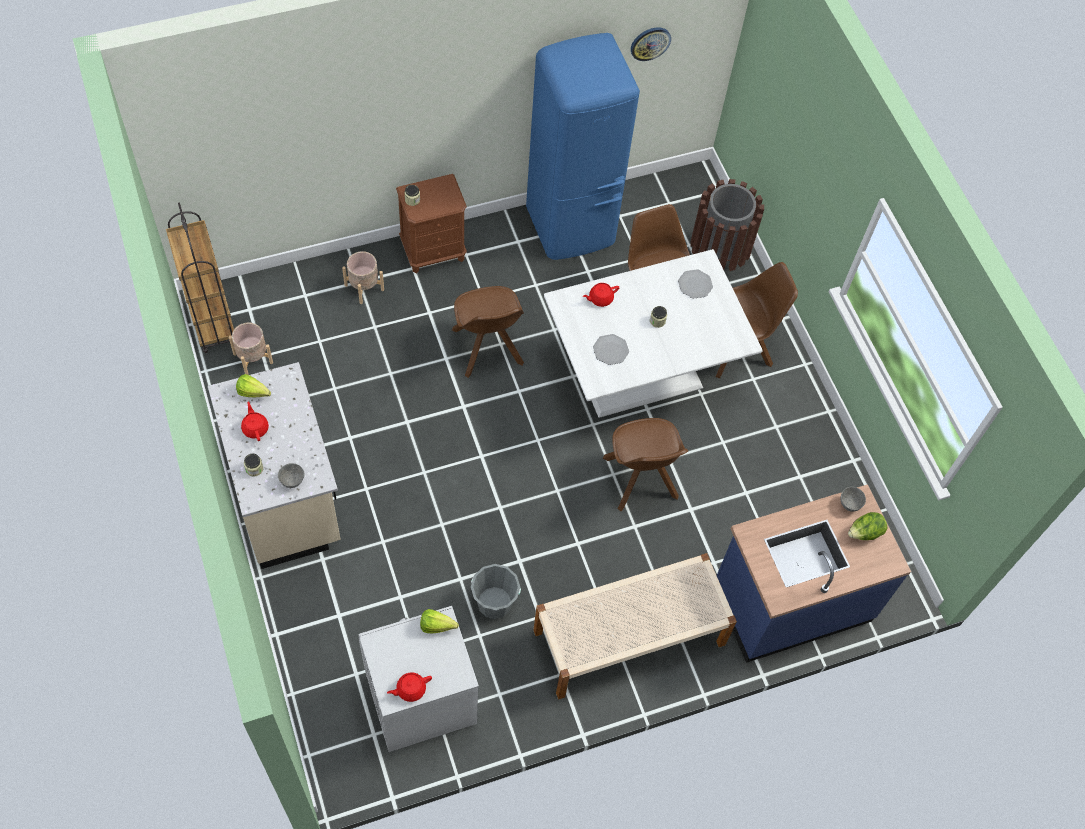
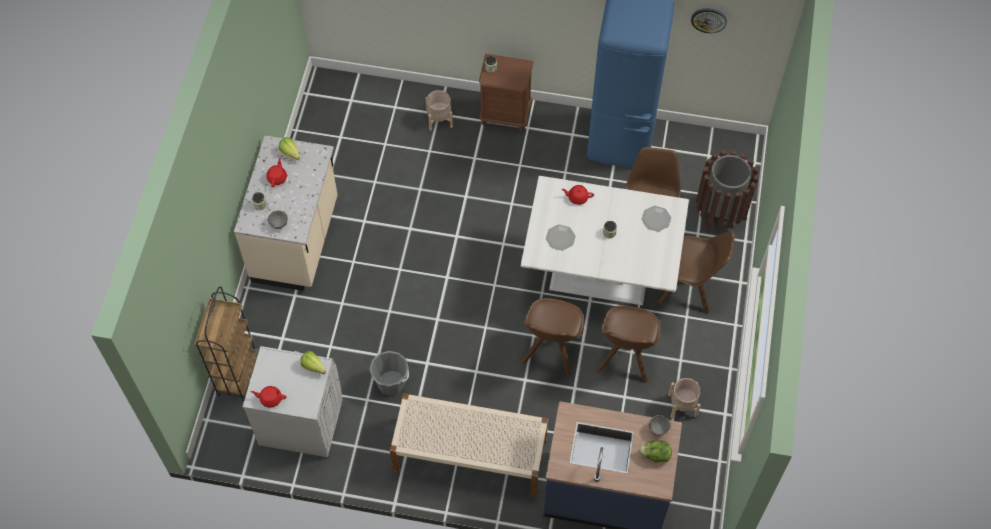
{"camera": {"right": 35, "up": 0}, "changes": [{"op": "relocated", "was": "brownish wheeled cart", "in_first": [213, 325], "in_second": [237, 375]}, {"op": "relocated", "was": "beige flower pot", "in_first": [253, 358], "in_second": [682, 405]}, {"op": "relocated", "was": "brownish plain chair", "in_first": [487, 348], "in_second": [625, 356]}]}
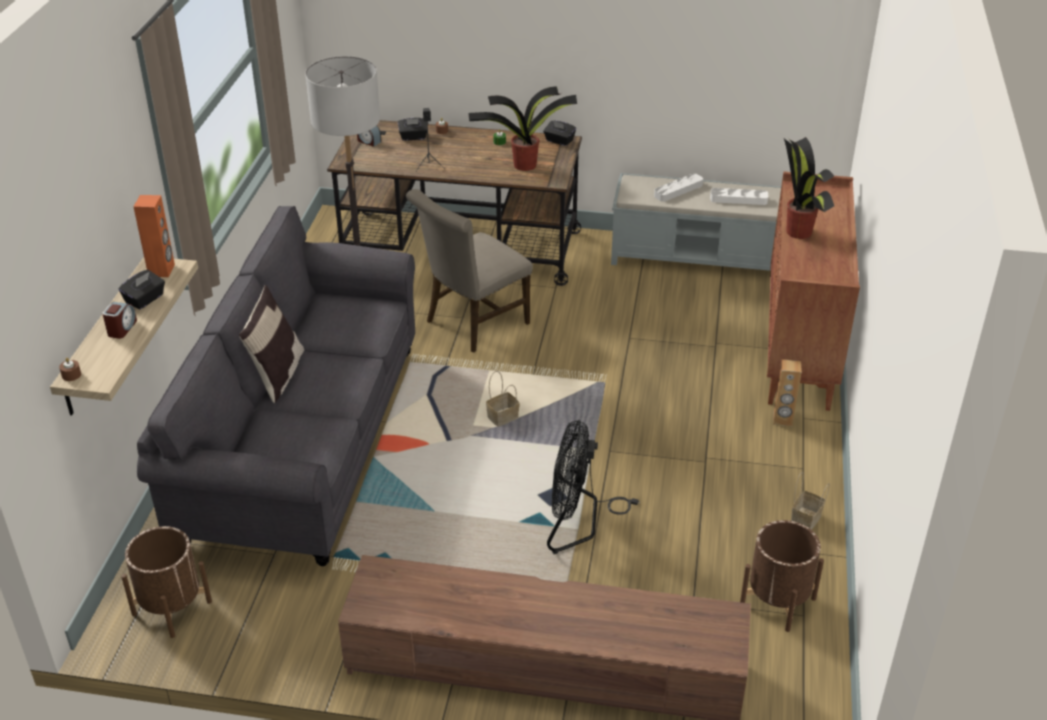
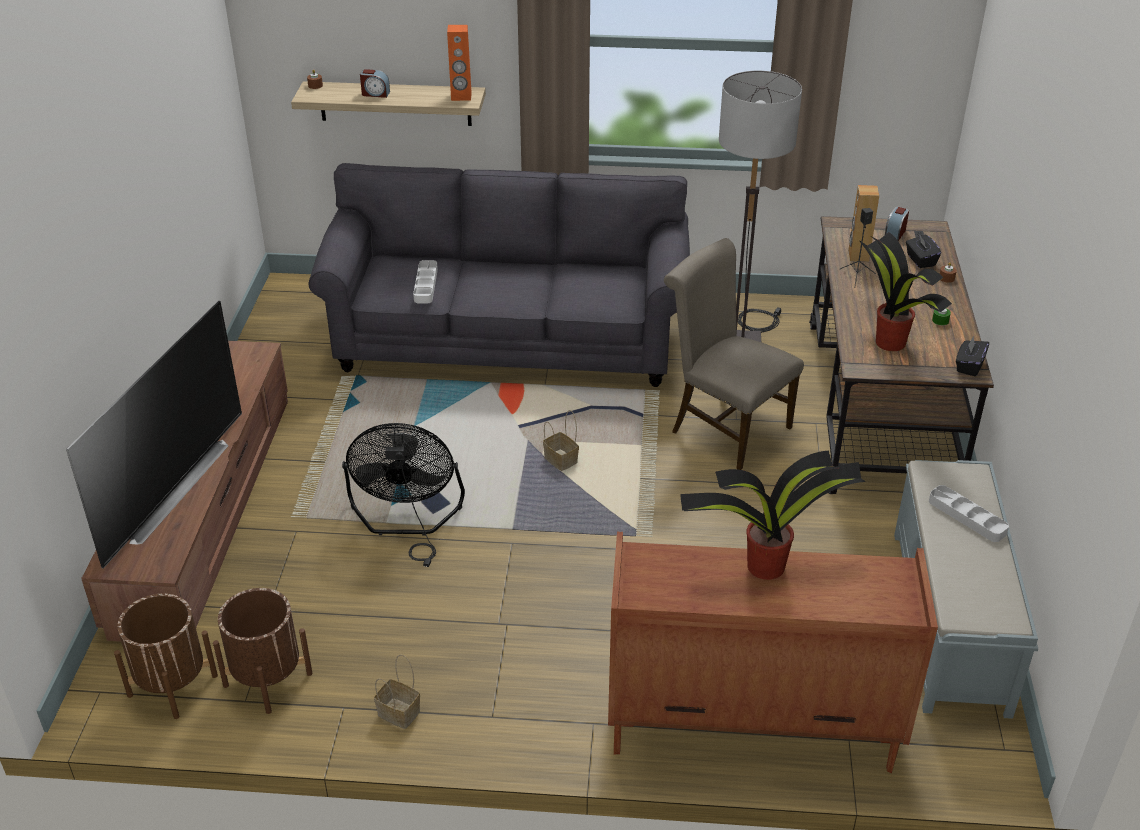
{"camera": {"right": 85, "up": 0}, "changes": [{"op": "missing", "was": "blackish box of tissues", "in_first": [145, 299]}, {"op": "relocated", "was": "brownish flower pot", "in_first": [172, 608], "in_second": [173, 685]}, {"op": "missing", "was": "pillow", "in_first": [277, 375]}, {"op": "relocated", "was": "whitish carrying tray", "in_first": [738, 199], "in_second": [426, 285]}, {"op": "relocated", "was": "brownish audio speaker", "in_first": [782, 420], "in_second": [858, 255]}, {"op": "appeared", "now": "TV", "in_second": [168, 487]}]}
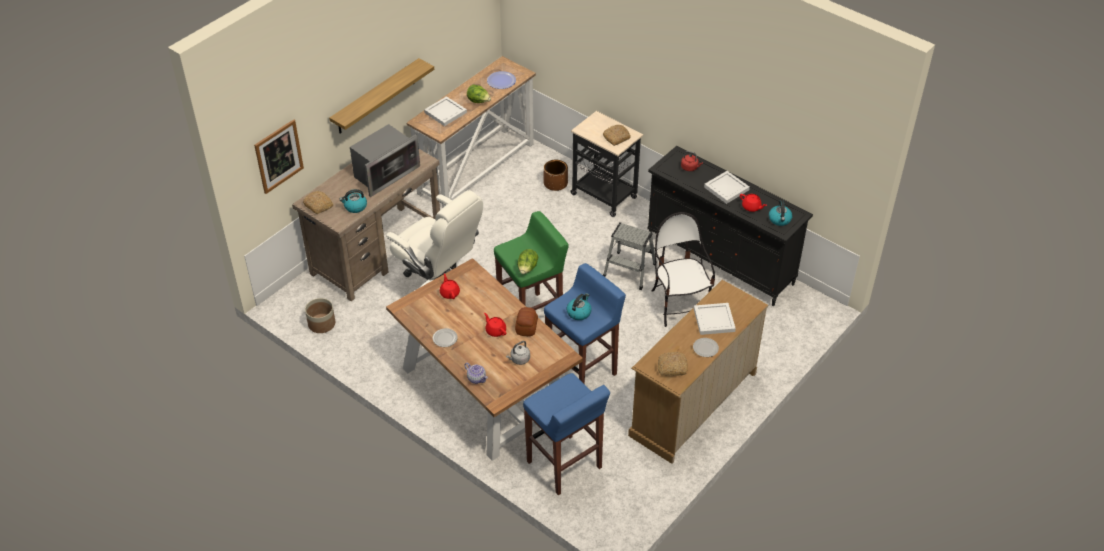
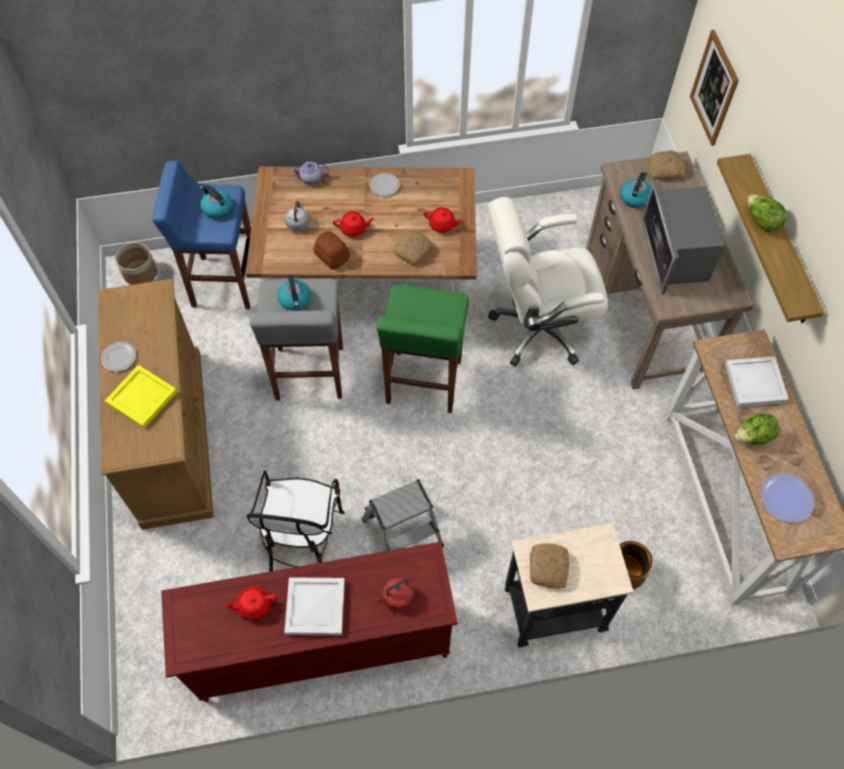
{"camera": {"right": 130, "up": 15}, "changes": [{"op": "relocated", "was": "flower pot", "in_first": [322, 324], "in_second": [140, 273]}, {"op": "relocated", "was": "lettuce head", "in_first": [527, 269], "in_second": [761, 221]}, {"op": "colour", "was": "blue stool seat", "now": "gray stool seat", "in_first": [582, 371], "in_second": [309, 374]}, {"op": "colour", "was": "blackish drawer chest", "now": "reddish drawer chest", "in_first": [720, 260], "in_second": [323, 650]}, {"op": "spun", "was": "plain chair", "in_first": [679, 304], "in_second": [303, 539], "clockwise": 75}, {"op": "relocated", "was": "bread", "in_first": [672, 367], "in_second": [413, 250]}, {"op": "colour", "was": "whitish carrying tray", "now": "yellowish carrying tray", "in_first": [714, 320], "in_second": [140, 398]}, {"op": "relocated", "was": "tea kettle", "in_first": [780, 220], "in_second": [216, 208]}]}
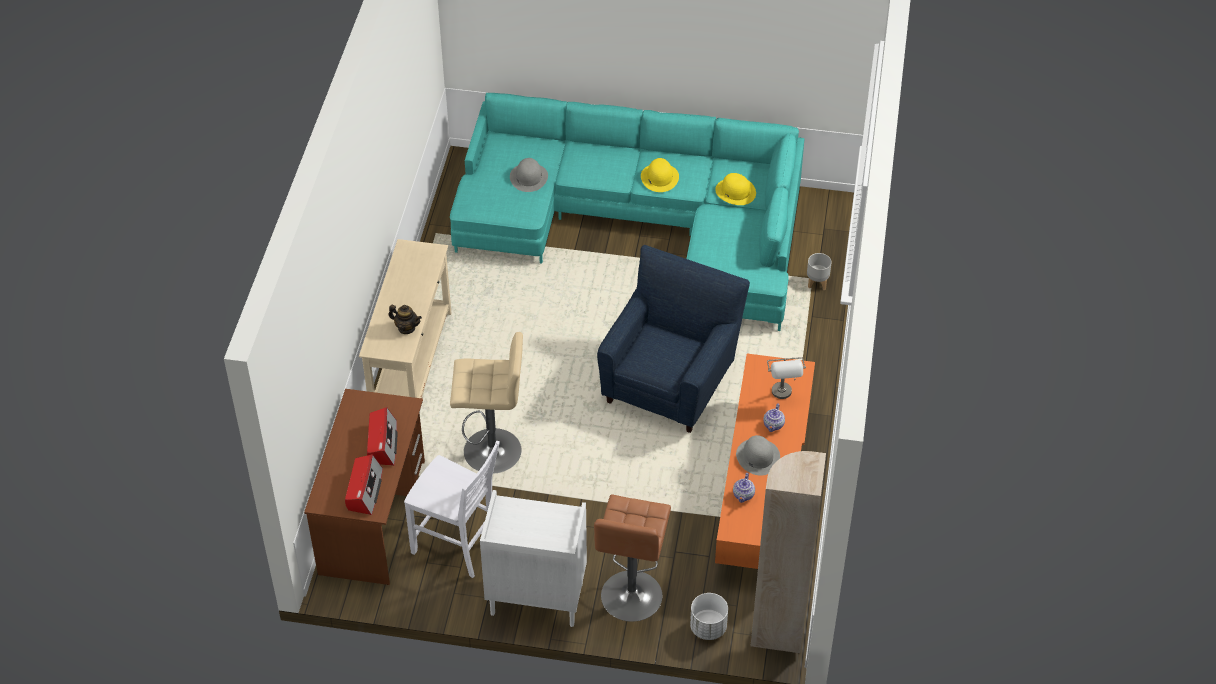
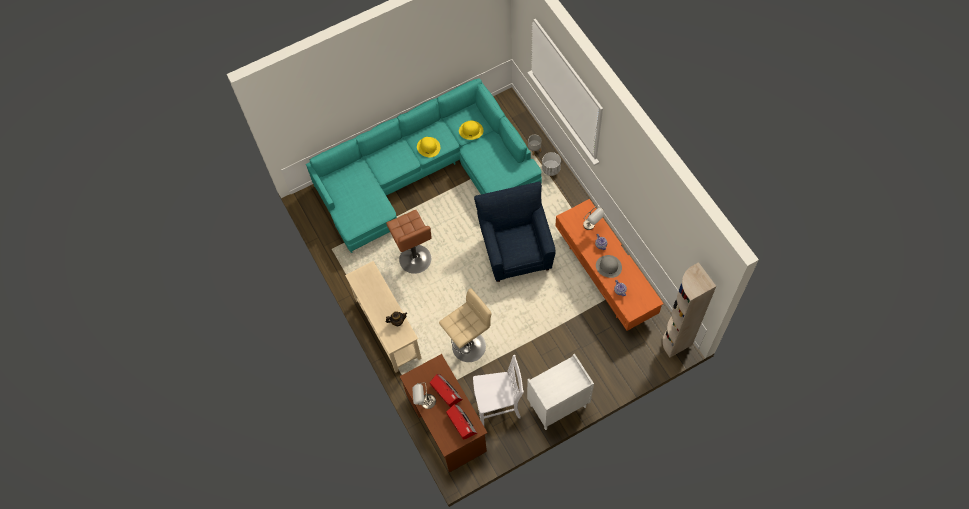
{"camera": {"right": -35, "up": 15}, "changes": [{"op": "missing", "was": "gray wearable hat", "in_first": [528, 177]}, {"op": "relocated", "was": "brownish stool seat", "in_first": [630, 596], "in_second": [415, 259]}, {"op": "relocated", "was": "whitish flower pot", "in_first": [708, 628], "in_second": [551, 169]}, {"op": "appeared", "now": "whitish tabletop lamp", "in_second": [424, 402]}]}
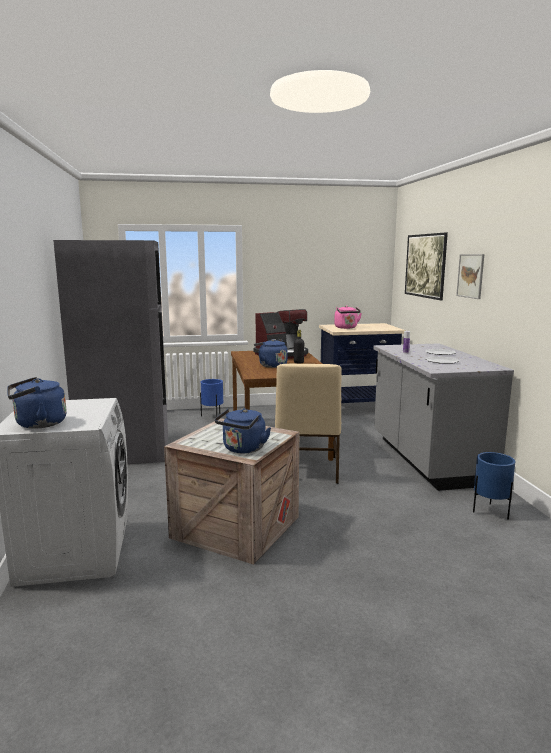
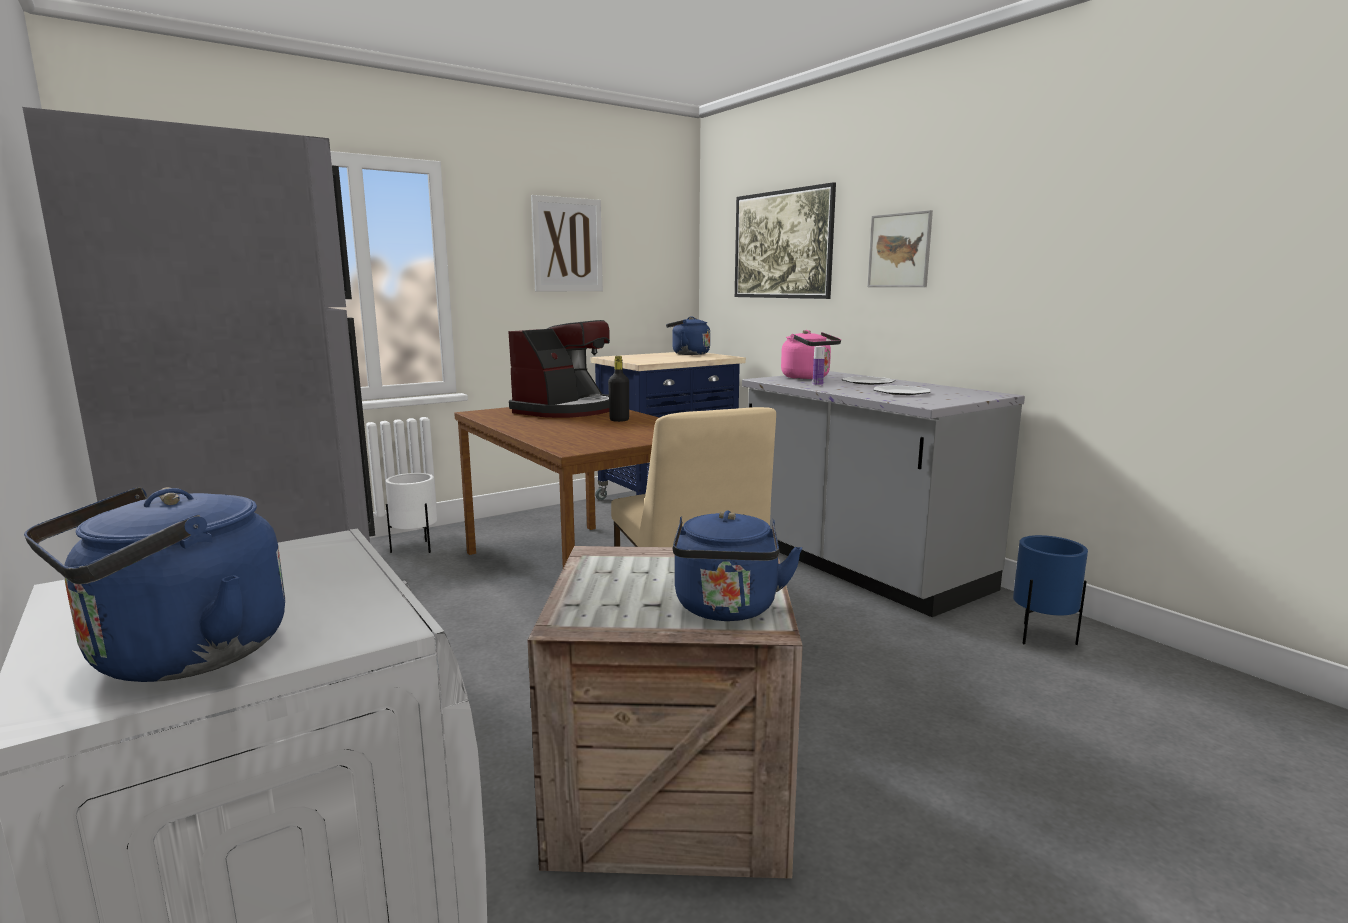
{"camera": {"right": -25, "up": 0}, "changes": [{"op": "colour", "was": "blue flower pot", "now": "whitish flower pot", "in_first": [212, 416], "in_second": [416, 549]}, {"op": "relocated", "was": "blue tea kettle", "in_first": [271, 365], "in_second": [688, 354]}, {"op": "relocated", "was": "pink tea kettle", "in_first": [346, 328], "in_second": [808, 378]}, {"op": "appeared", "now": "wall art", "in_second": [567, 245]}]}
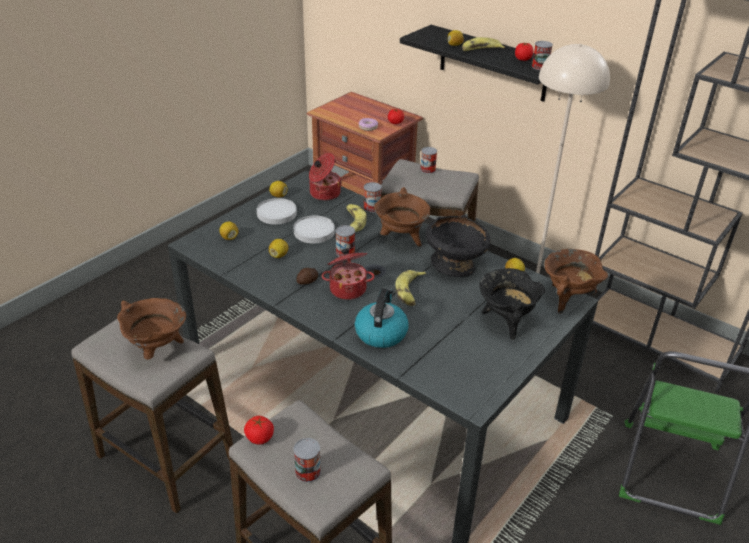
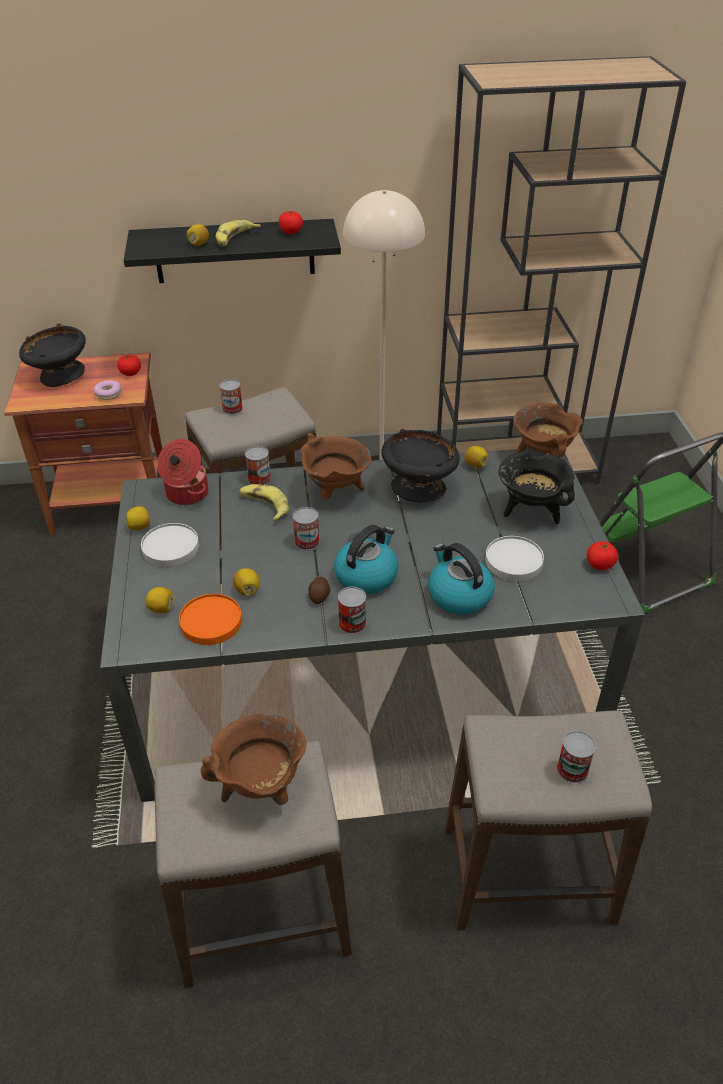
{"camera": {"right": -45, "up": 5}, "changes": [{"op": "relocated", "was": "whole tomato", "in_first": [259, 438], "in_second": [600, 564]}, {"op": "relocated", "was": "whitish flat dish", "in_first": [314, 231], "in_second": [513, 561]}, {"op": "exchanged", "was": "saucepot", "now": "tea kettle", "in_first": [348, 288], "in_second": [366, 575]}, {"op": "missing", "was": "whole banana", "in_first": [410, 292]}, {"op": "relocated", "was": "sealed can", "in_first": [540, 67], "in_second": [352, 623]}, {"op": "appeared", "now": "blackish deep dish", "in_second": [60, 377]}, {"op": "appeared", "now": "orange-coloured flat dish", "in_second": [211, 621]}]}
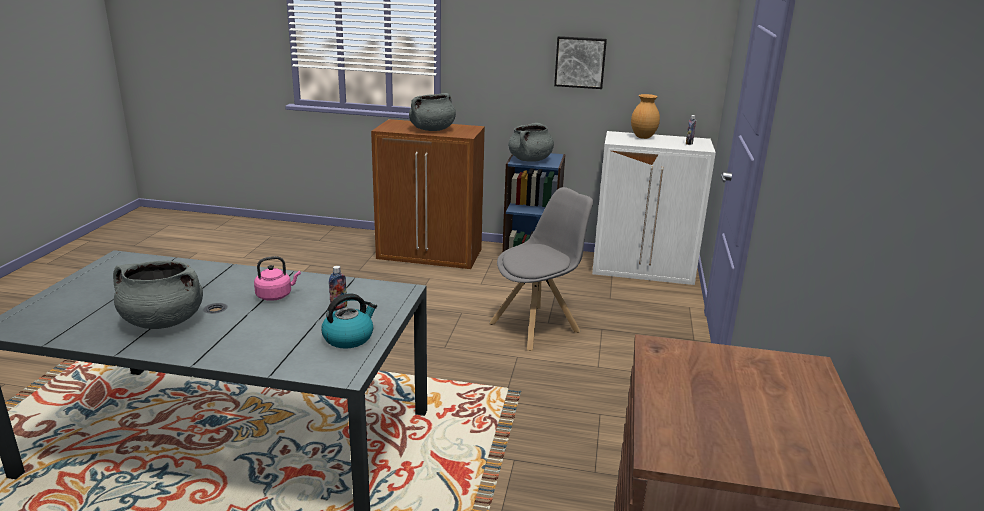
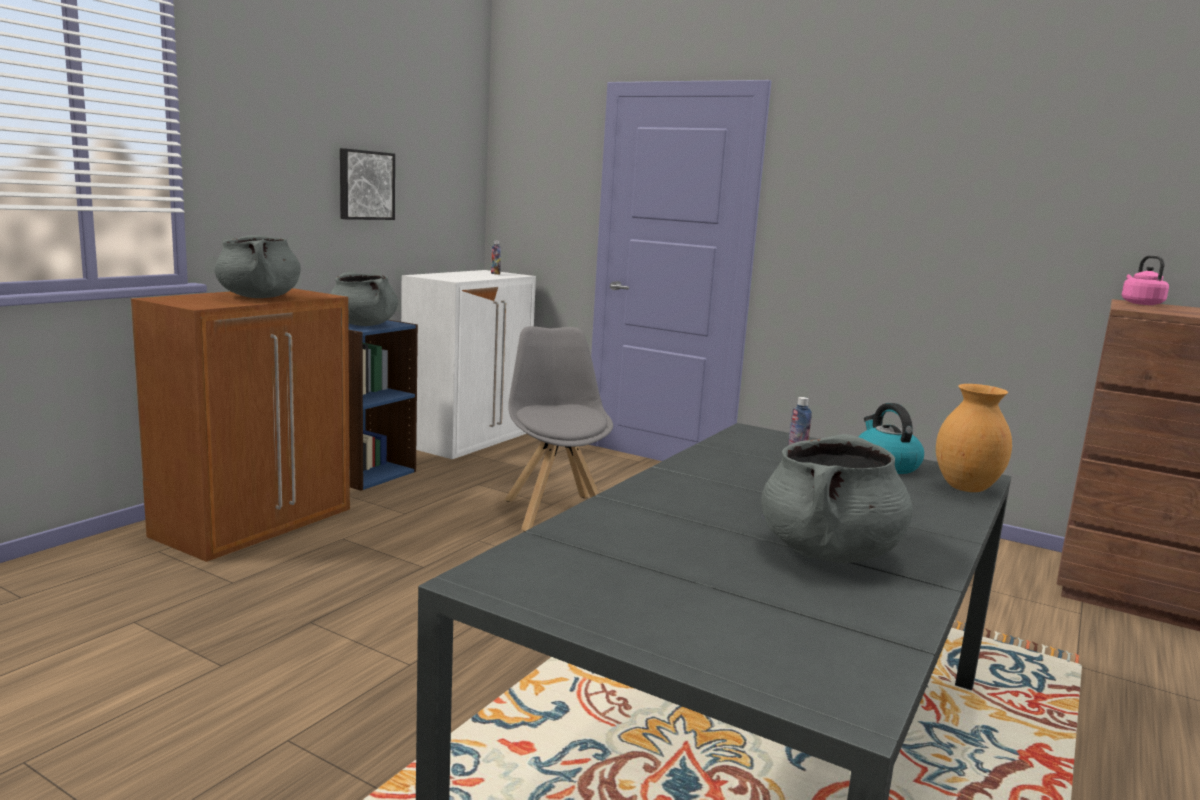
{"camera": {"right": -70, "up": -10}, "changes": [{"op": "relocated", "was": "pink tea kettle", "in_first": [276, 295], "in_second": [1140, 303]}, {"op": "relocated", "was": "brownish flower vase", "in_first": [643, 137], "in_second": [965, 488]}]}
